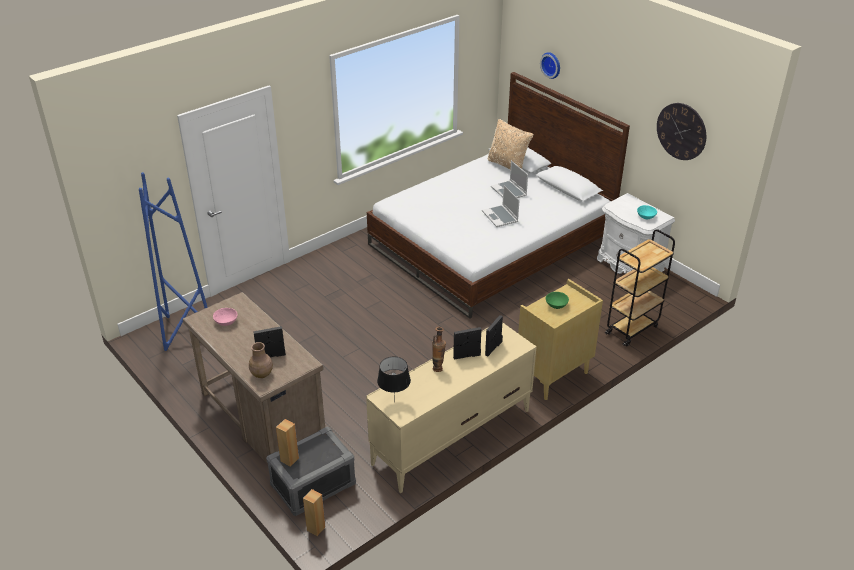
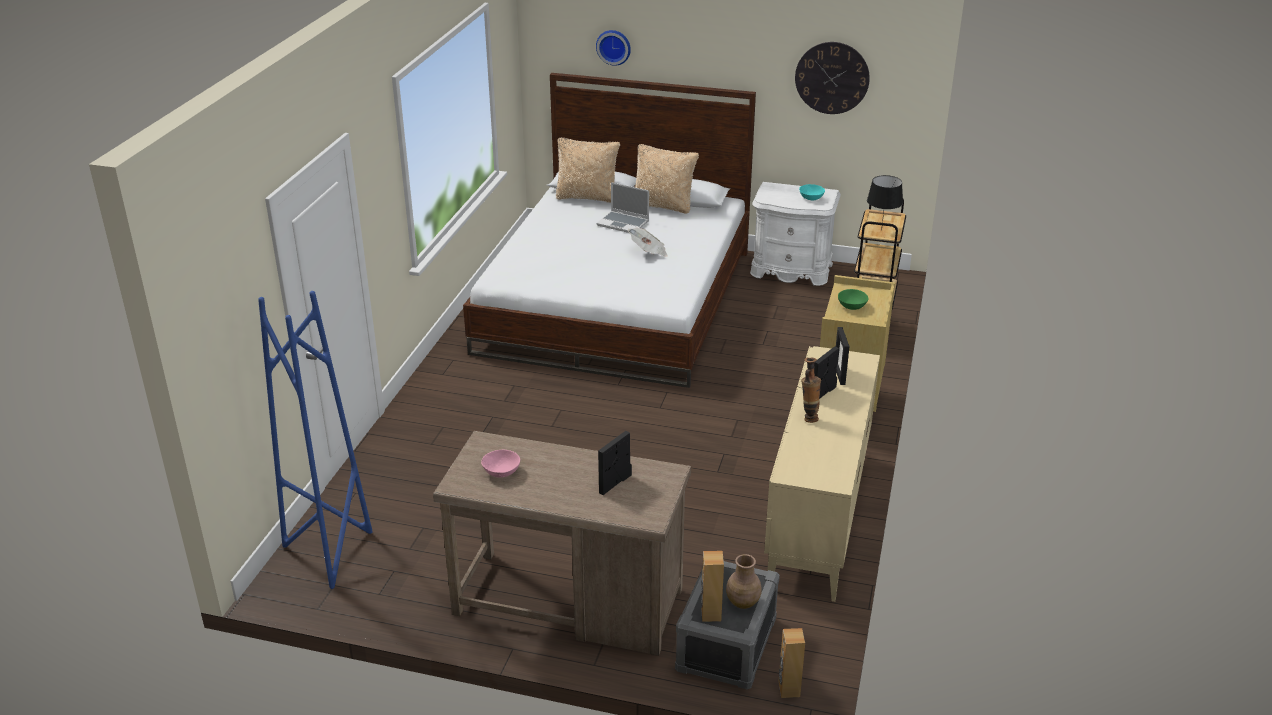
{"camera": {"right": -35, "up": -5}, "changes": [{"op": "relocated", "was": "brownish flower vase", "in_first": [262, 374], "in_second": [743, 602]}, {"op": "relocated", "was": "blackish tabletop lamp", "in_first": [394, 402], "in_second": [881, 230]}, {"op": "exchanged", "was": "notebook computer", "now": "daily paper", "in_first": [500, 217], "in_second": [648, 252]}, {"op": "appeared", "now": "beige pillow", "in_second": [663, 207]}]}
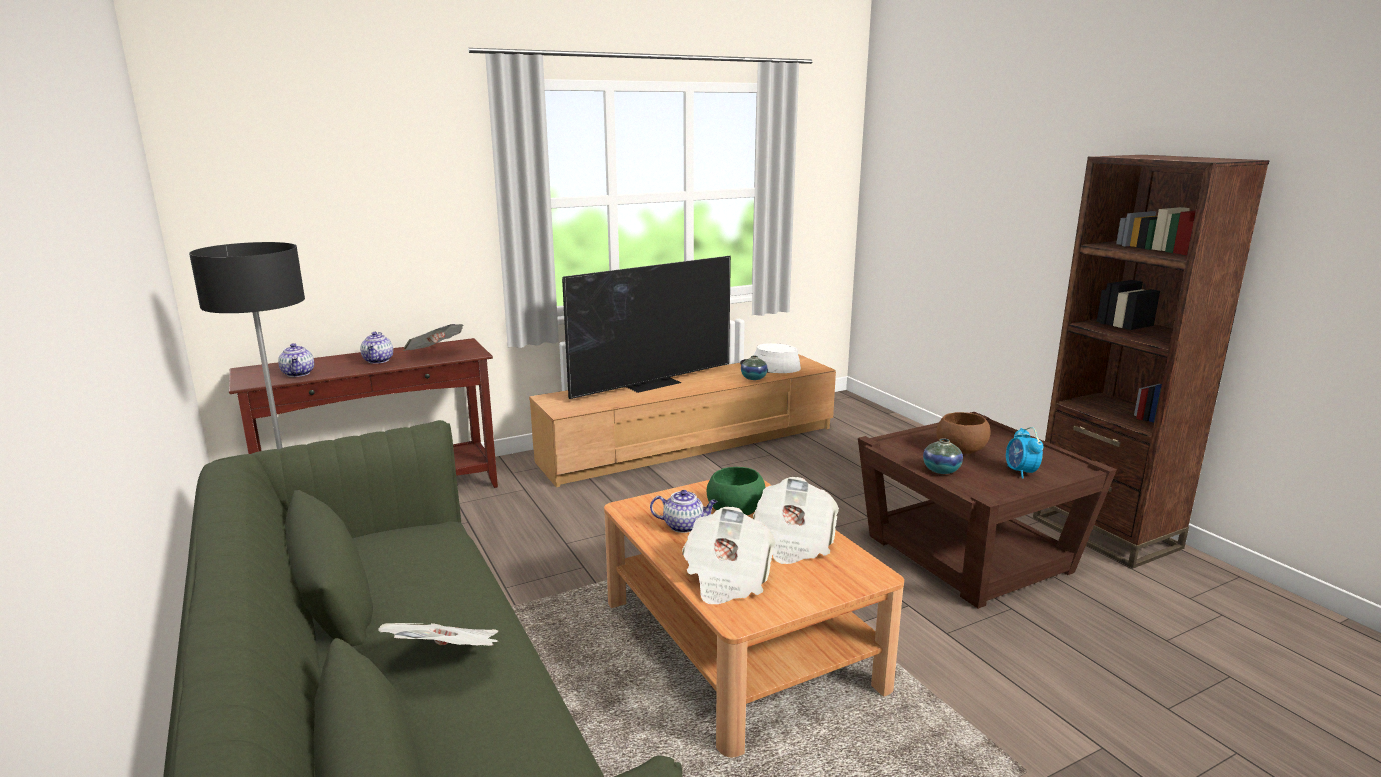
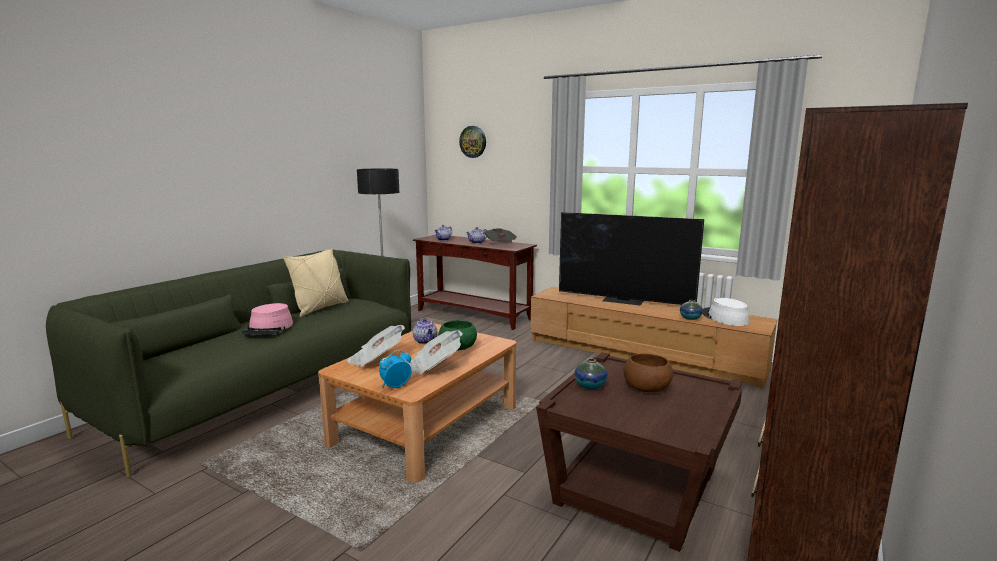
{"camera": {"right": 60, "up": -5}, "changes": [{"op": "exchanged", "was": "daily paper", "now": "pink wearable hat", "in_first": [448, 659], "in_second": [268, 328]}, {"op": "relocated", "was": "bedside clock", "in_first": [1021, 472], "in_second": [395, 386]}, {"op": "appeared", "now": "beige pillow", "in_second": [320, 308]}, {"op": "appeared", "now": "wall clock", "in_second": [473, 142]}]}
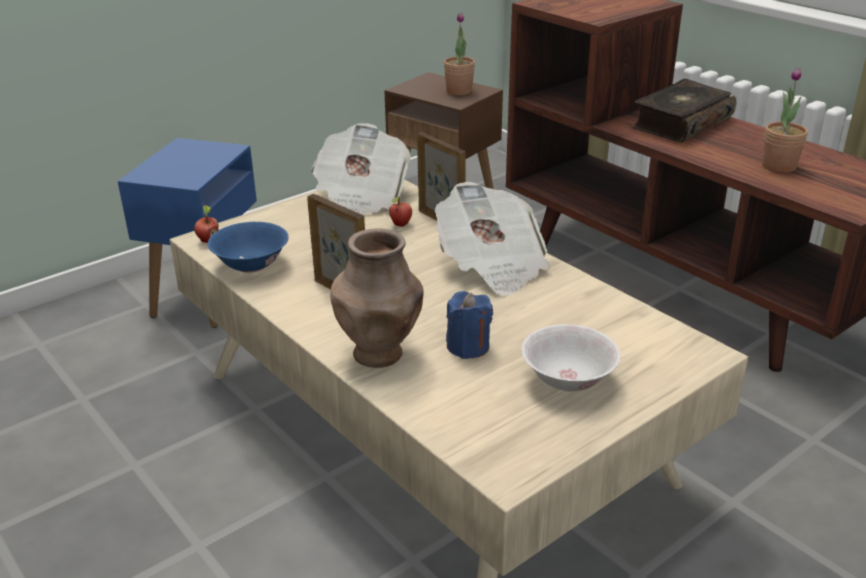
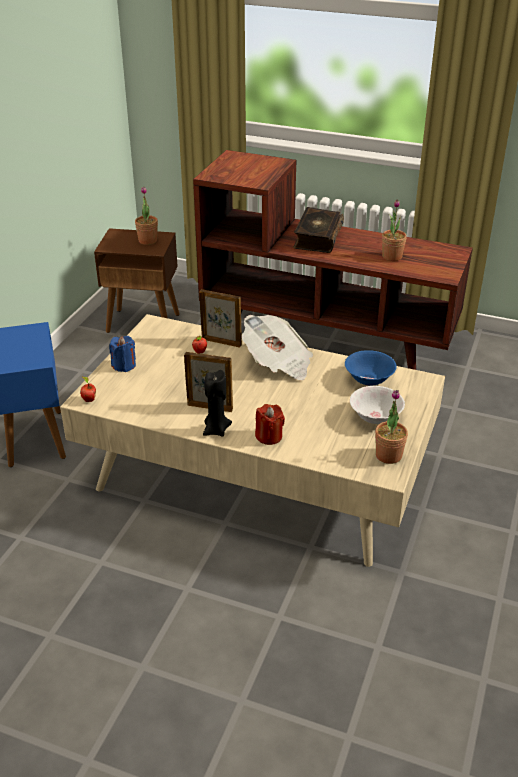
{"camera": {"right": -30, "up": 5}, "changes": [{"op": "relocated", "was": "blue deep dish", "in_first": [251, 265], "in_second": [368, 380]}, {"op": "missing", "was": "daily paper", "in_first": [360, 197]}, {"op": "exchanged", "was": "brownish flower vase", "now": "reddish wax candle", "in_first": [379, 354], "in_second": [269, 436]}, {"op": "relocated", "was": "blue wax candle", "in_first": [468, 346], "in_second": [124, 365]}, {"op": "appeared", "now": "blackish wax candle", "in_second": [216, 430]}, {"op": "appeared", "now": "potted plant", "in_second": [388, 455]}]}
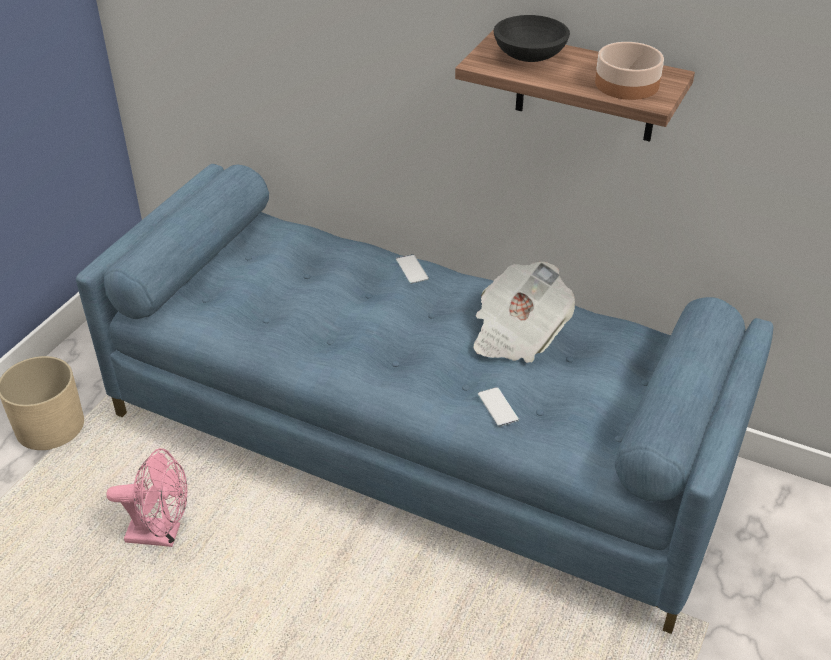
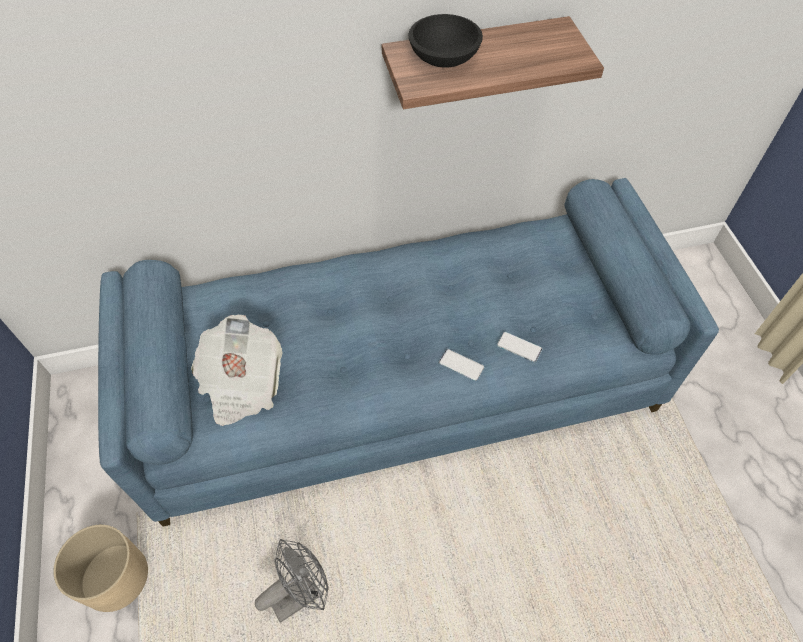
{"camera": {"right": -40, "up": 15}, "changes": [{"op": "colour", "was": "pink cooling fan", "now": "gray cooling fan", "in_first": [162, 534], "in_second": [300, 593]}, {"op": "relocated", "was": "telephone", "in_first": [411, 269], "in_second": [461, 365]}, {"op": "relocated", "was": "daily paper", "in_first": [517, 334], "in_second": [241, 384]}, {"op": "missing", "was": "deep dish", "in_first": [627, 85]}]}
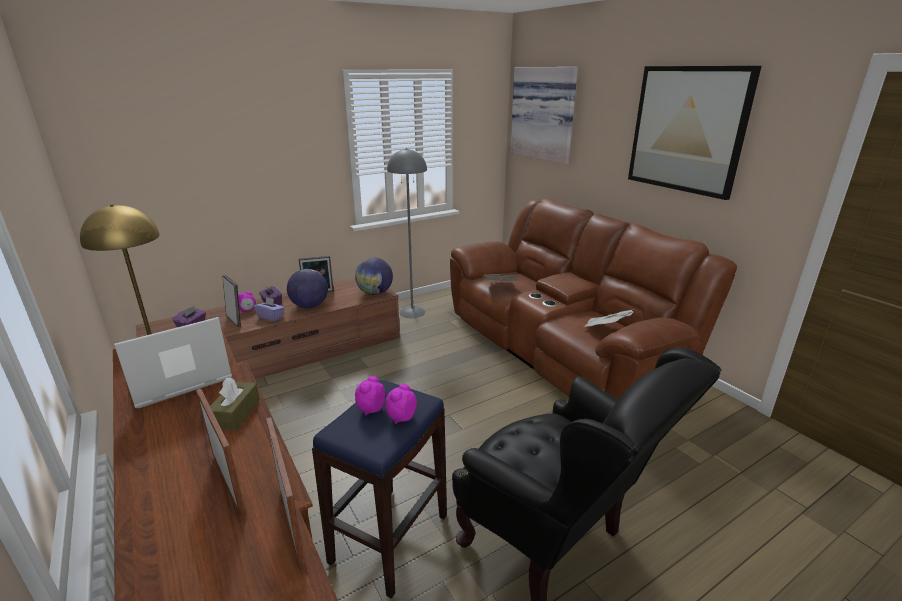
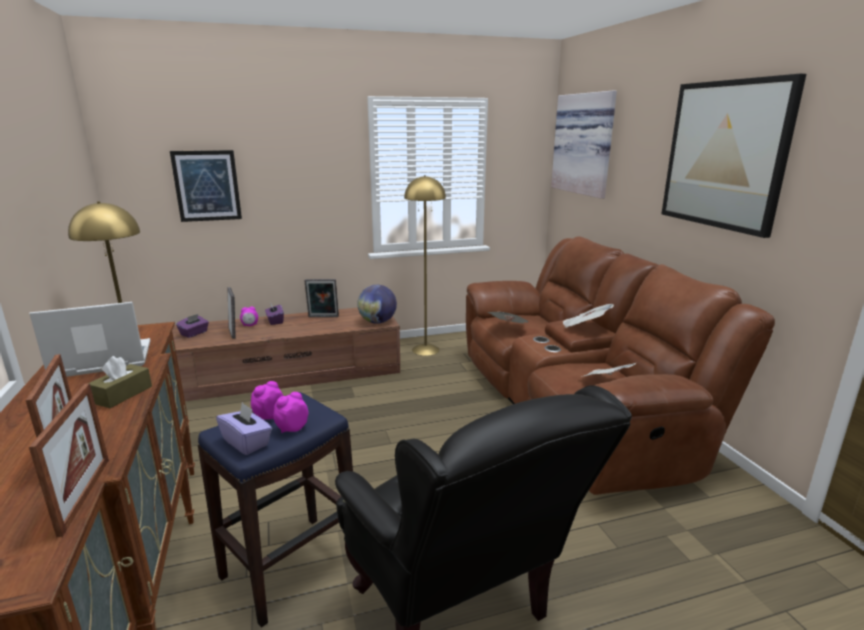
{"camera": {"right": 15, "up": -5}, "changes": [{"op": "relocated", "was": "purple box of tissues", "in_first": [271, 317], "in_second": [247, 442]}, {"op": "missing", "was": "desk globe", "in_first": [309, 306]}, {"op": "colour", "was": "gray standing lamp", "now": "yellowish standing lamp", "in_first": [412, 312], "in_second": [425, 349]}, {"op": "appeared", "now": "wall art", "in_second": [207, 186]}, {"op": "appeared", "now": "daily paper", "in_second": [584, 327]}]}
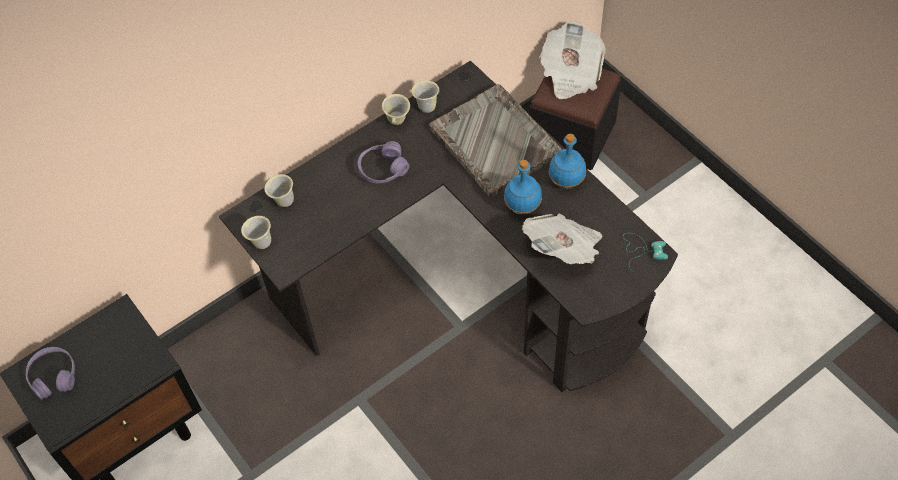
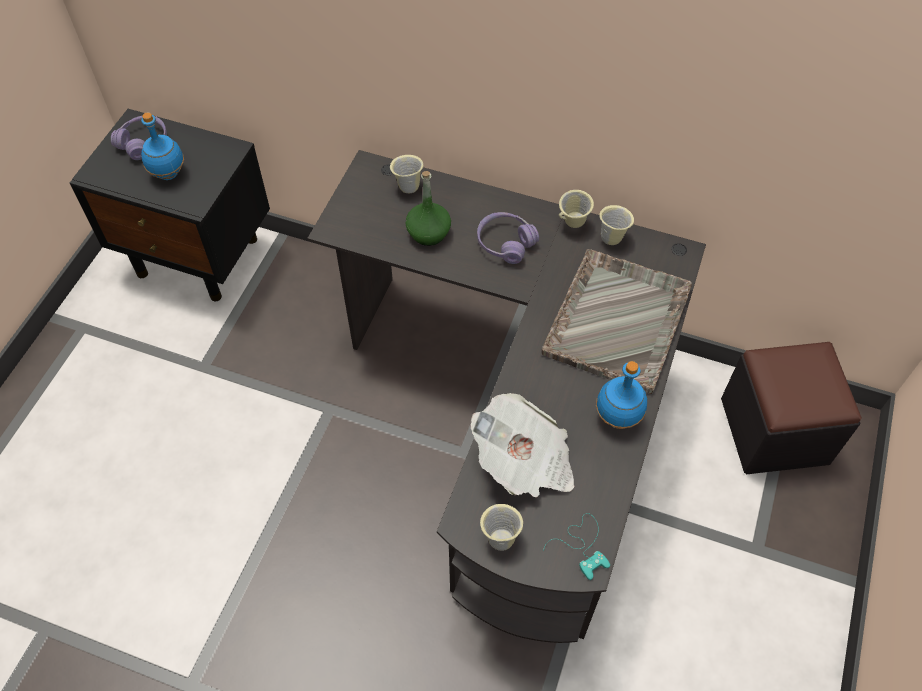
{"camera": {"right": 55, "up": 0}, "changes": [{"op": "relocated", "was": "beige coffee mug", "in_first": [260, 243], "in_second": [500, 537]}, {"op": "relocated", "was": "blue drink bottle", "in_first": [522, 207], "in_second": [169, 174]}, {"op": "missing", "was": "daily paper", "in_first": [570, 74]}, {"op": "appeared", "now": "greenish drink bottle", "in_second": [428, 233]}]}
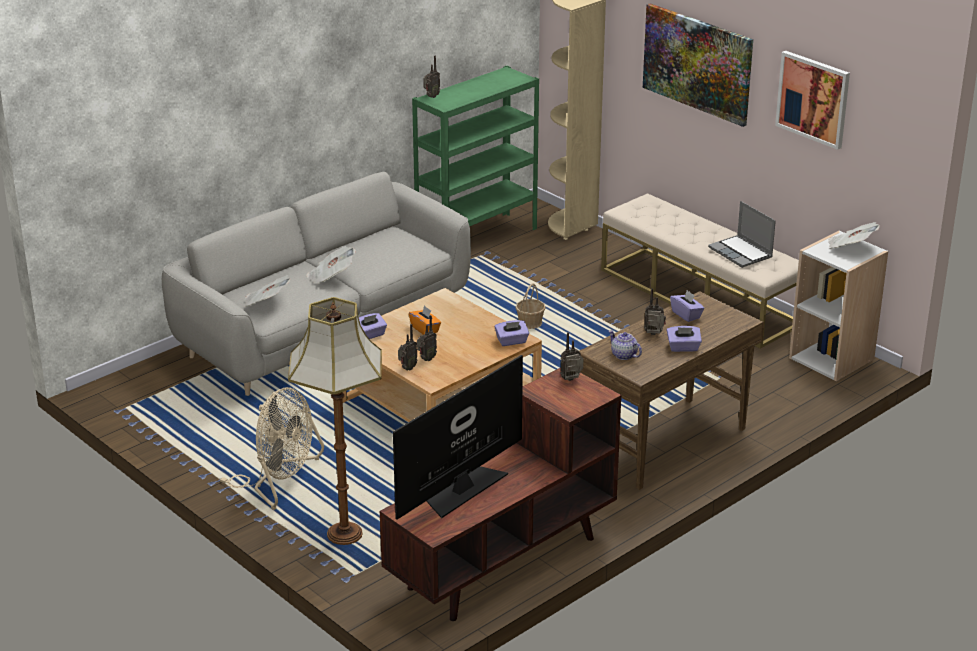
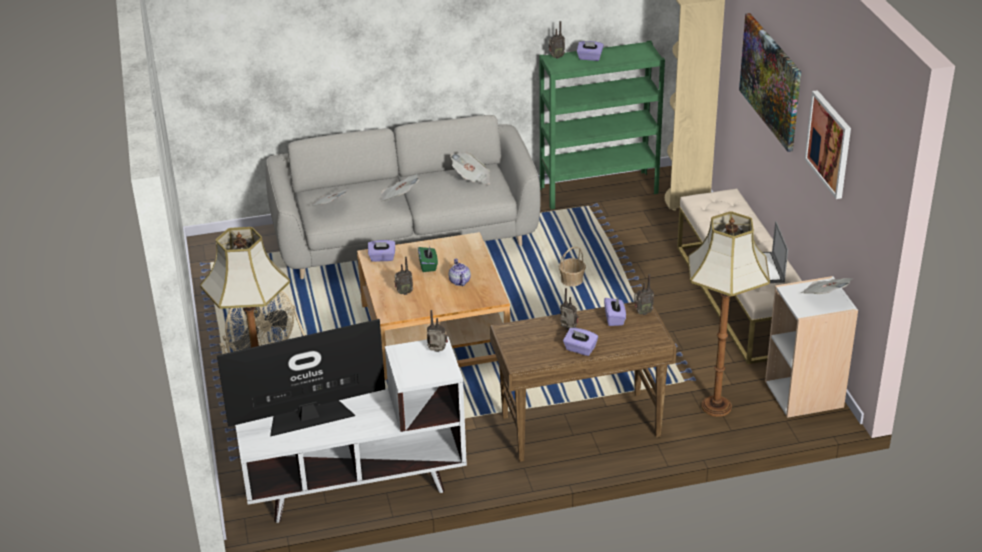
{"camera": {"right": 30, "up": 5}, "changes": [{"op": "colour", "was": "brownish tv unit", "now": "whitish tv unit", "in_first": [502, 564], "in_second": [354, 488]}, {"op": "relocated", "was": "radio set", "in_first": [407, 368], "in_second": [642, 312]}, {"op": "colour", "was": "orange-coloured box of tissues", "now": "greenish box of tissues", "in_first": [425, 329], "in_second": [428, 265]}, {"op": "relocated", "was": "purple box of tissues", "in_first": [512, 341], "in_second": [589, 58]}, {"op": "relocated", "was": "pot for tea", "in_first": [623, 355], "in_second": [459, 281]}, {"op": "appeared", "now": "daily paper", "in_second": [472, 178]}, {"op": "appeared", "now": "standing lamp", "in_second": [717, 407]}]}
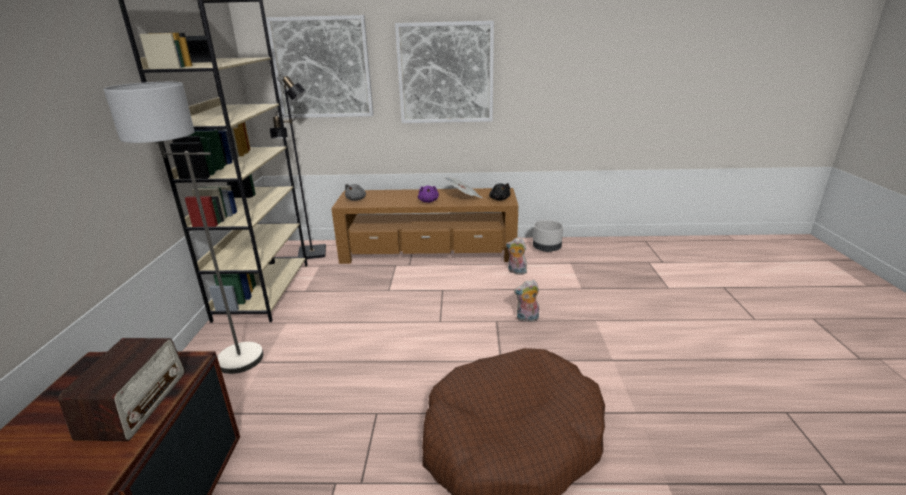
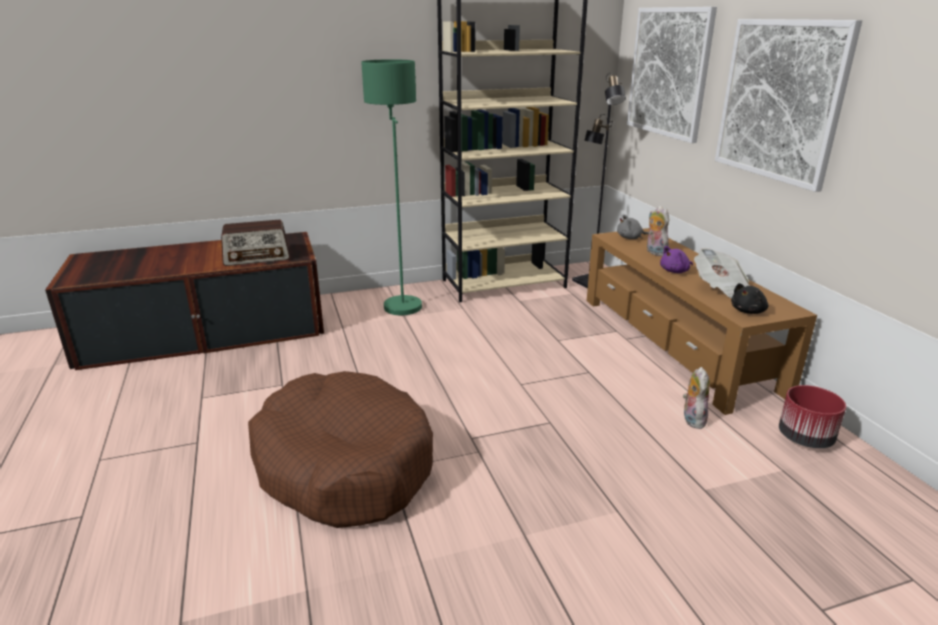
{"camera": {"right": 70, "up": 0}, "changes": [{"op": "colour", "was": "gray standing lamp", "now": "greenish standing lamp", "in_first": [227, 359], "in_second": [401, 302]}, {"op": "relocated", "was": "soft toy", "in_first": [527, 319], "in_second": [654, 252]}, {"op": "colour", "was": "gray flower pot", "now": "reddish flower pot", "in_first": [546, 249], "in_second": [804, 438]}]}
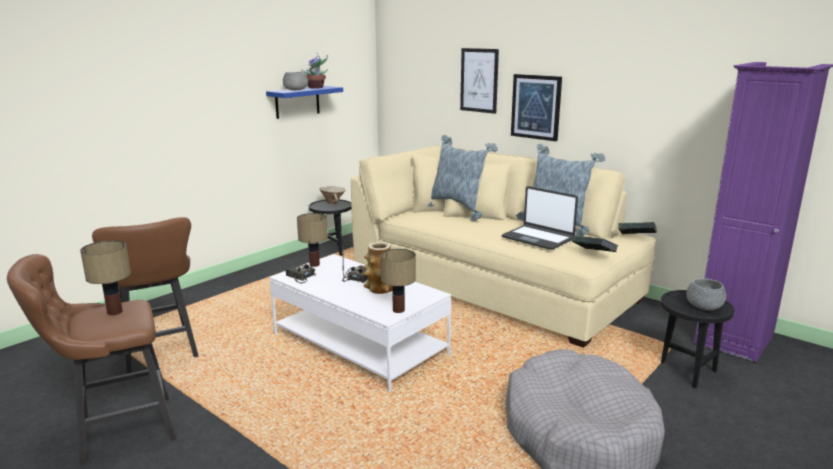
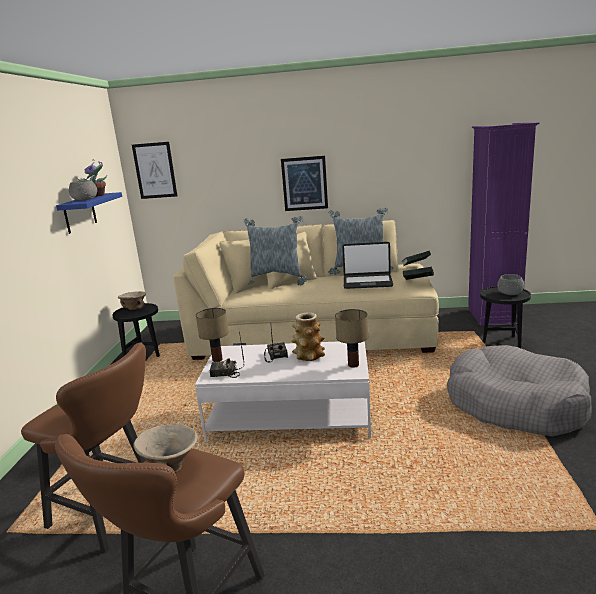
{"camera": {"right": -35, "up": 0}, "changes": [{"op": "exchanged", "was": "tabletop lamp", "now": "beige deep dish", "in_first": [115, 312], "in_second": [172, 467]}, {"op": "relocated", "was": "wall art", "in_first": [479, 80], "in_second": [155, 170]}]}
